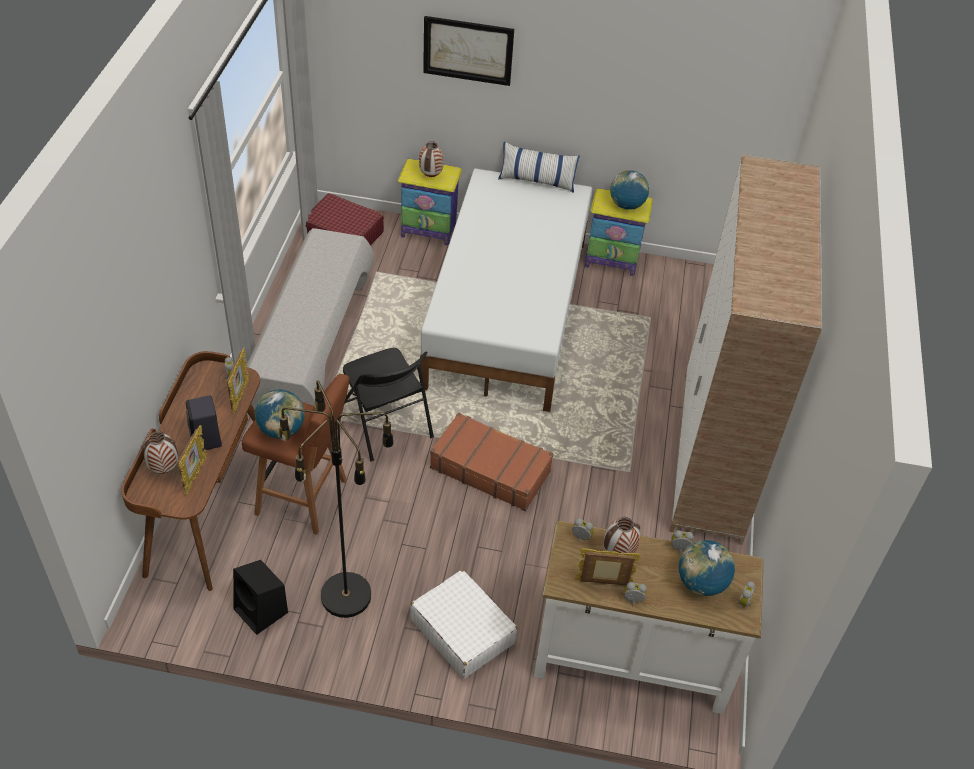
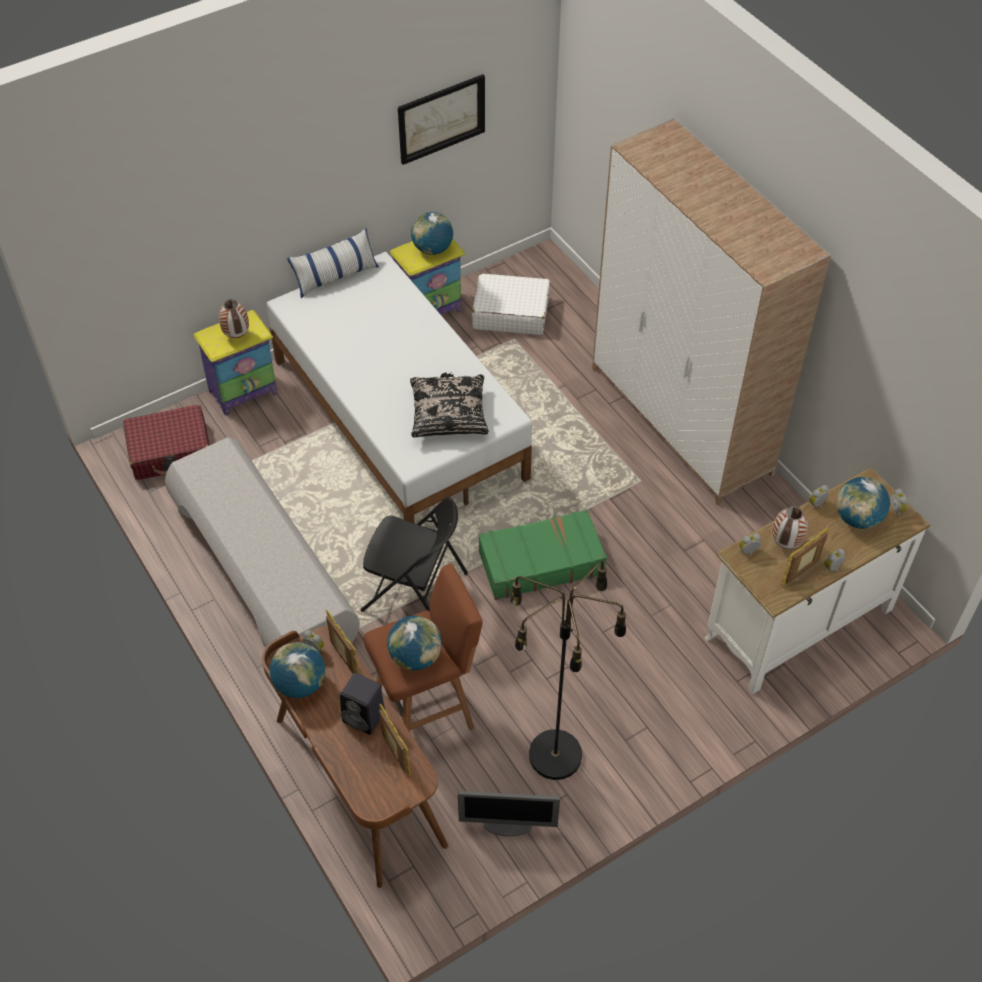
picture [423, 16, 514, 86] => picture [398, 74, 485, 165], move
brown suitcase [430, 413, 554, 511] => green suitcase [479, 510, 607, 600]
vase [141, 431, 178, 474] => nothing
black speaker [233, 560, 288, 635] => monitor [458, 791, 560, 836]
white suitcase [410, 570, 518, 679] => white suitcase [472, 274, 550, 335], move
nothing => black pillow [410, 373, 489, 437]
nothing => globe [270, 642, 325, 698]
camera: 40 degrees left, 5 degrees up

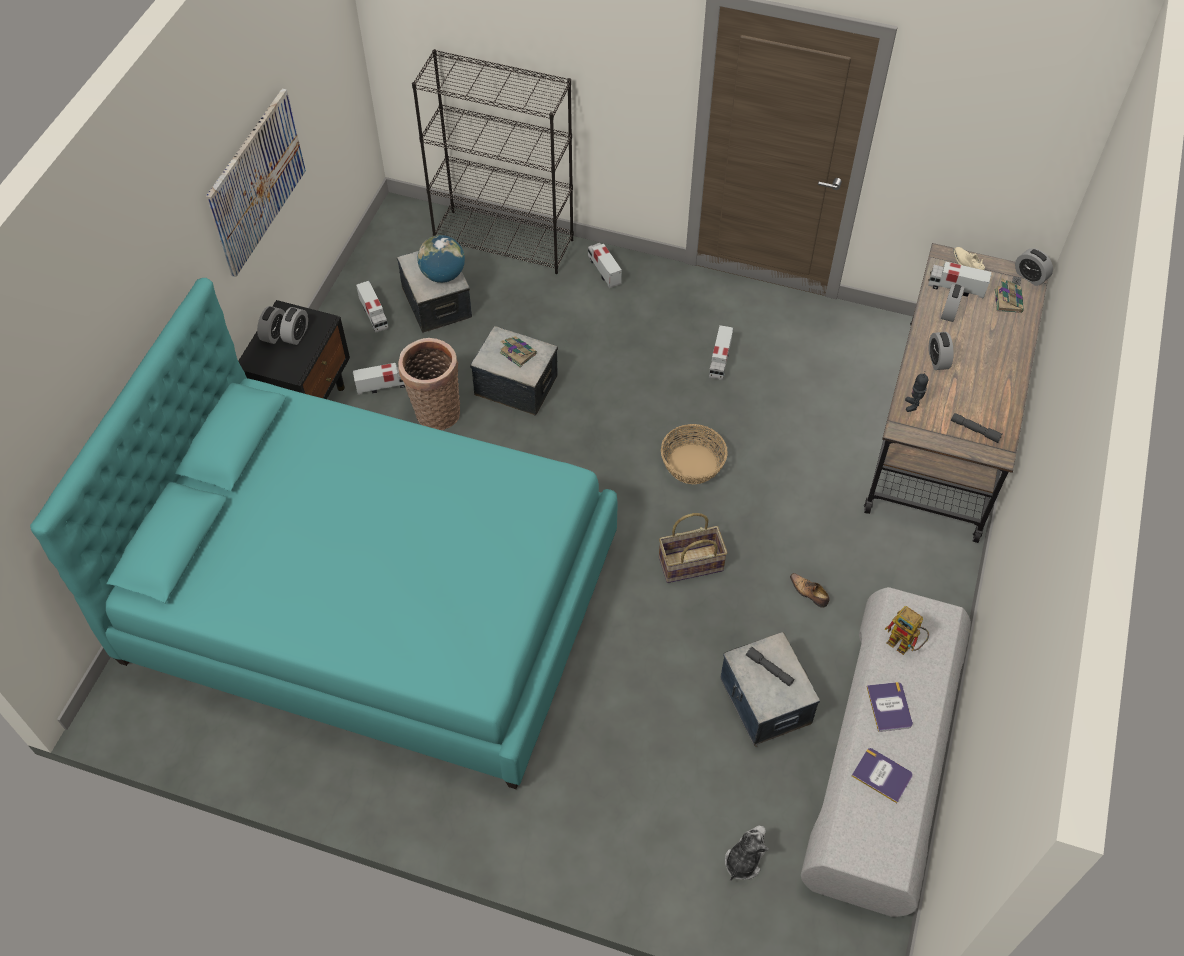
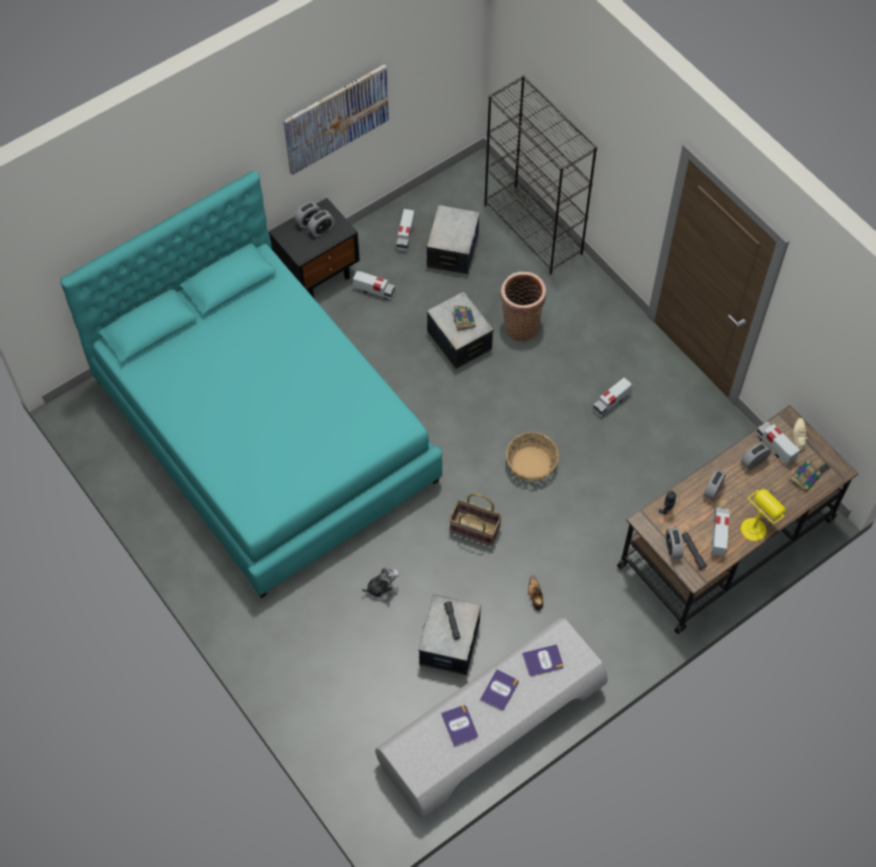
globe [417, 235, 465, 283] => nothing
toy truck [588, 243, 622, 288] => toy truck [711, 507, 730, 557], move
alarm clock [1015, 248, 1053, 286] => alarm clock [666, 527, 684, 559], move
basket [398, 338, 460, 430] => basket [501, 272, 546, 342], move
toy robot [885, 606, 929, 655] => book [522, 644, 564, 676]
plush toy [725, 825, 769, 881] => plush toy [362, 568, 399, 600], move
nothing => yellow table lamp [741, 489, 786, 541]
camera: 35 degrees right, 5 degrees up

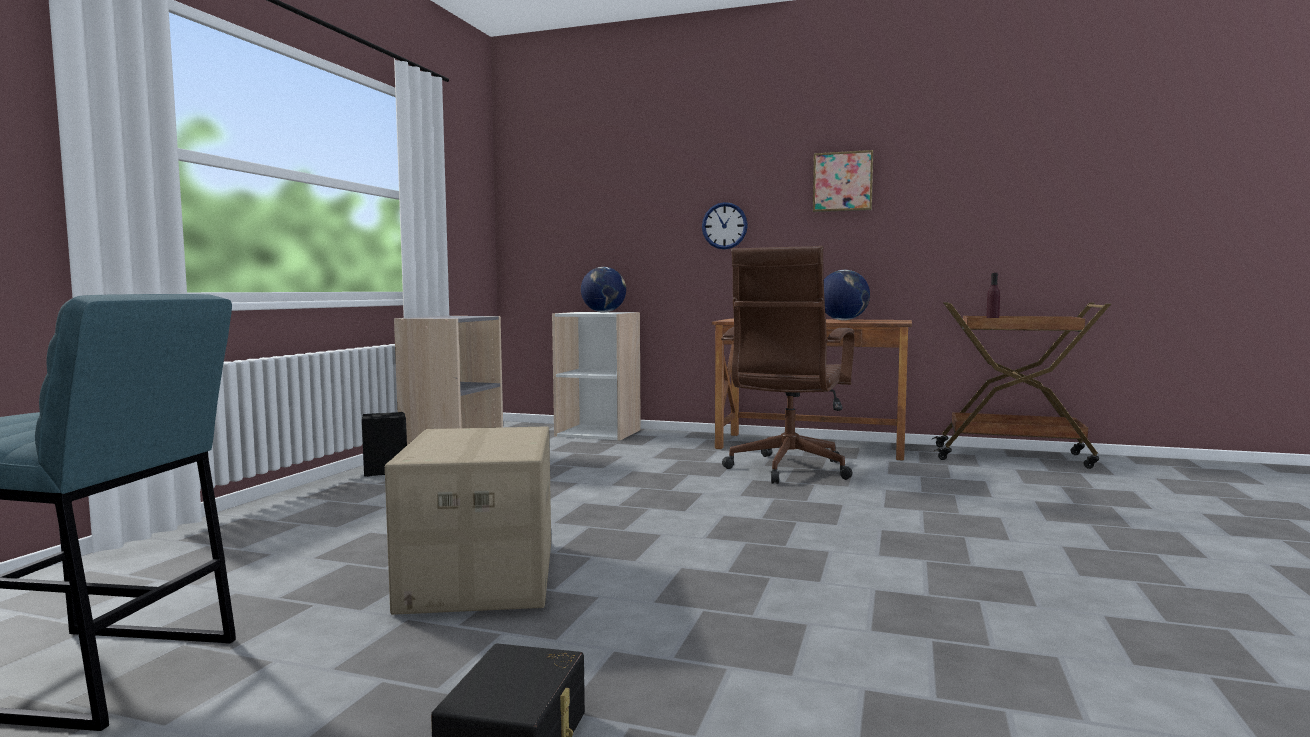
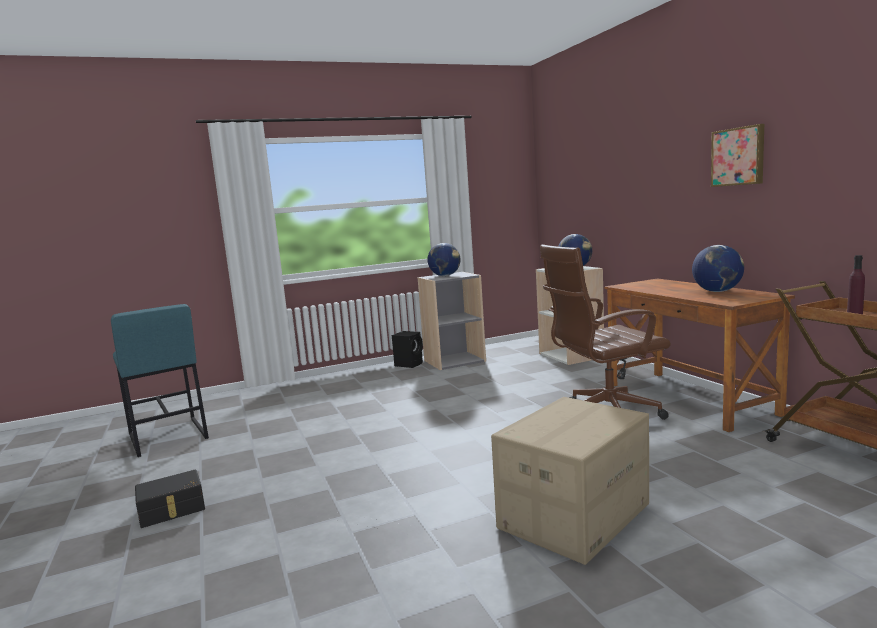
wall clock [702, 202, 748, 249] => nothing
cardboard box [385, 426, 551, 615] => cardboard box [491, 397, 649, 565], move
nothing => globe [427, 243, 460, 276]
camera: 50 degrees right, 5 degrees up

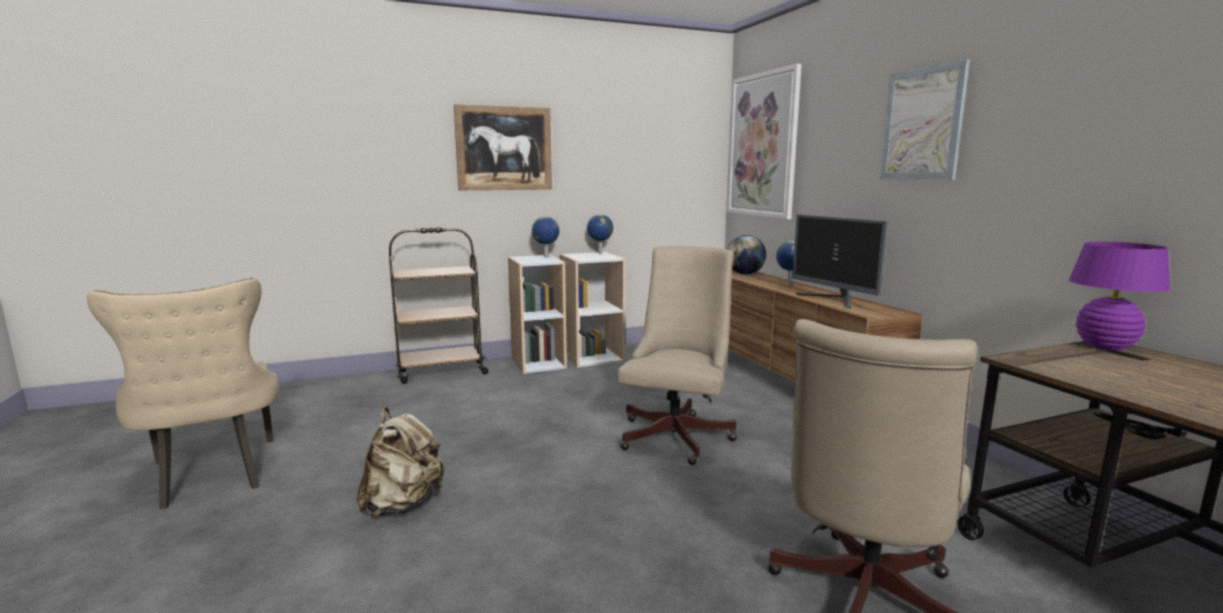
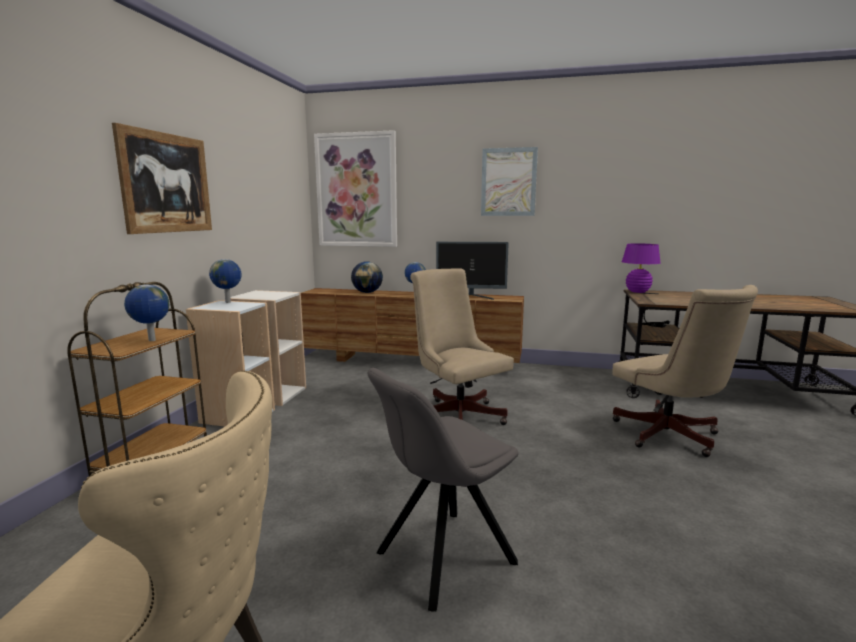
globe [587, 214, 613, 253] => globe [124, 284, 169, 341], move
beige backpack [356, 407, 445, 517] => grey chair [368, 368, 519, 612]
camera: 55 degrees left, 0 degrees up

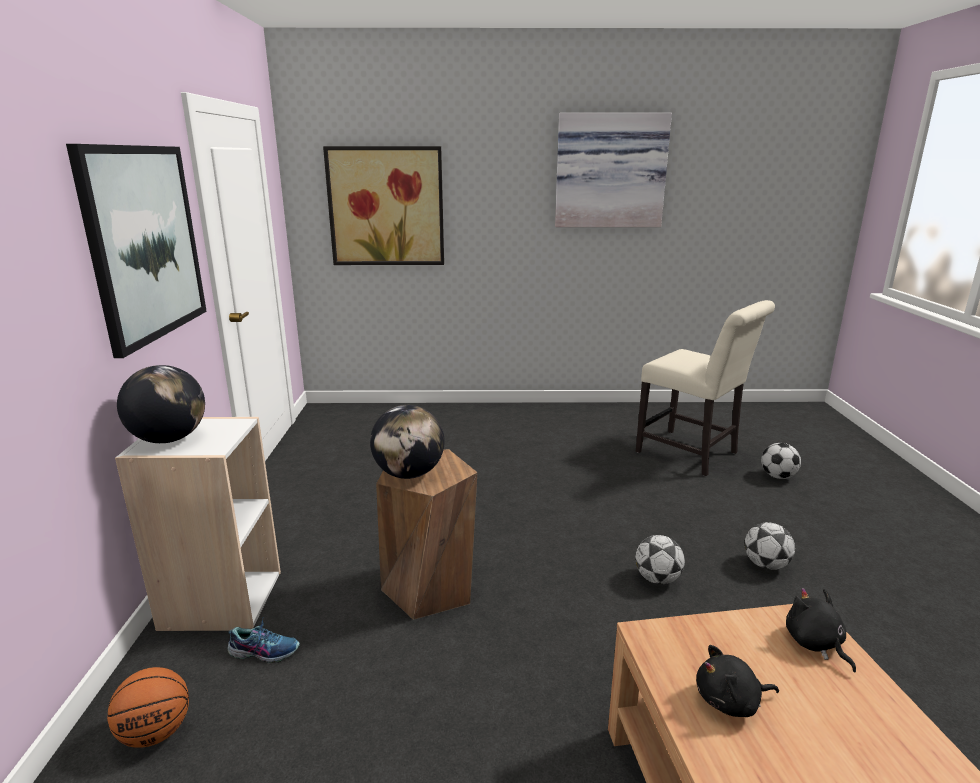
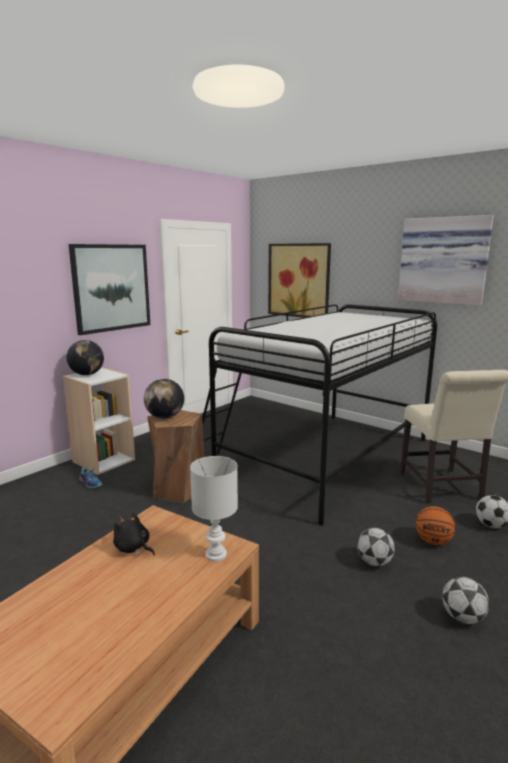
football [635, 535, 685, 584] => football [442, 577, 489, 624], move
black plush toy [786, 588, 856, 672] => white table lamp [190, 456, 238, 562]
basketball [107, 667, 189, 748] => basketball [415, 506, 455, 545], move
nothing => black bed [202, 304, 437, 526]
camera: 40 degrees right, 5 degrees down

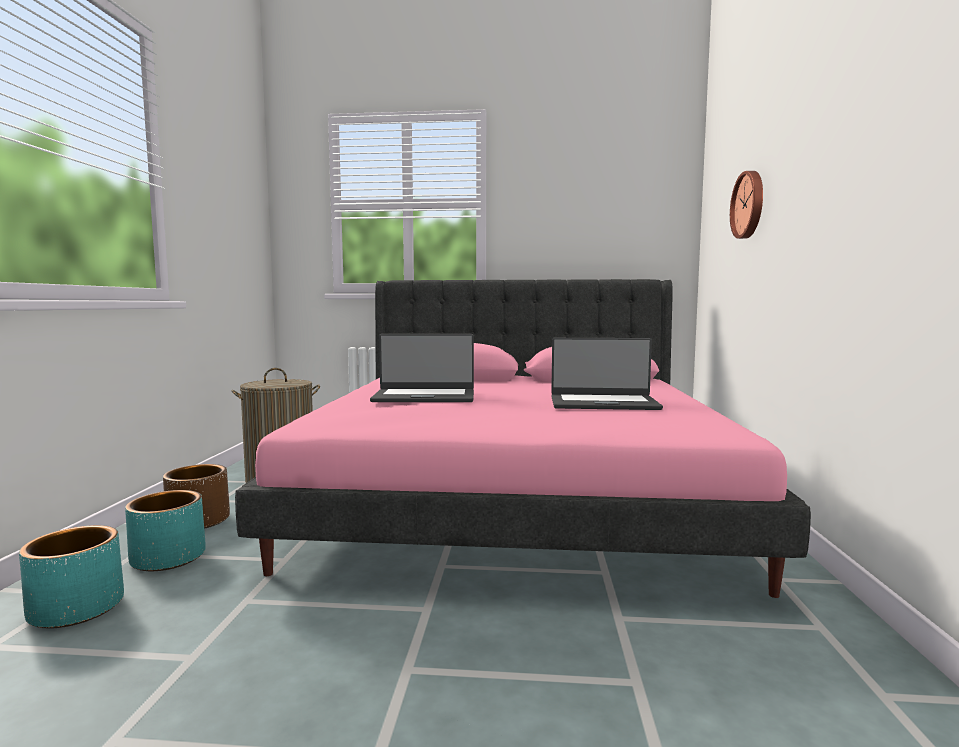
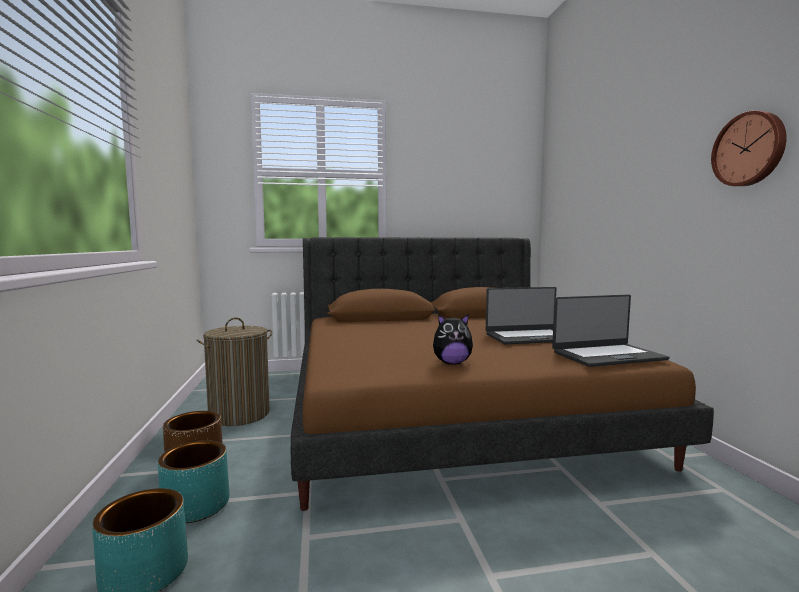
wall clock [730, 171, 763, 239] => wall clock [711, 111, 787, 186], move
pink bed [235, 279, 811, 598] => brown bed [291, 237, 714, 511]
laptop [370, 334, 474, 402] => laptop [552, 294, 669, 367], move
nothing => plush toy [433, 314, 473, 365]
camera: 15 degrees left, 0 degrees up

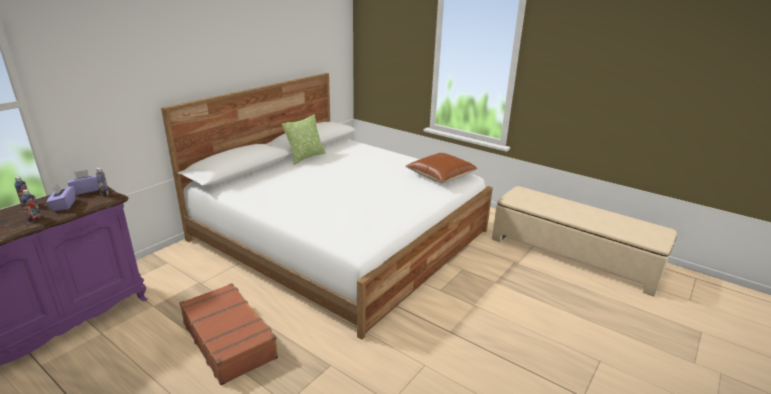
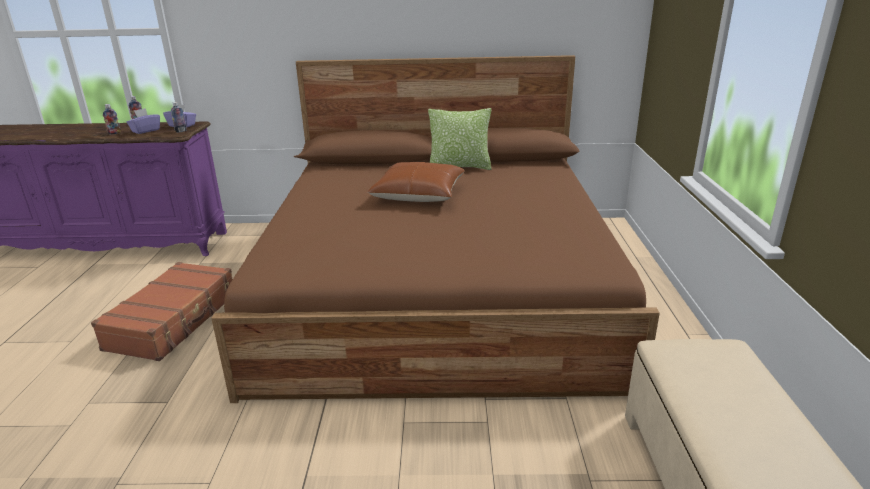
white bed [161, 73, 493, 340] => brown bed [211, 55, 660, 403]
brown pillow [405, 153, 477, 183] => brown pillow [368, 162, 465, 202], move
camera: 55 degrees right, 0 degrees up

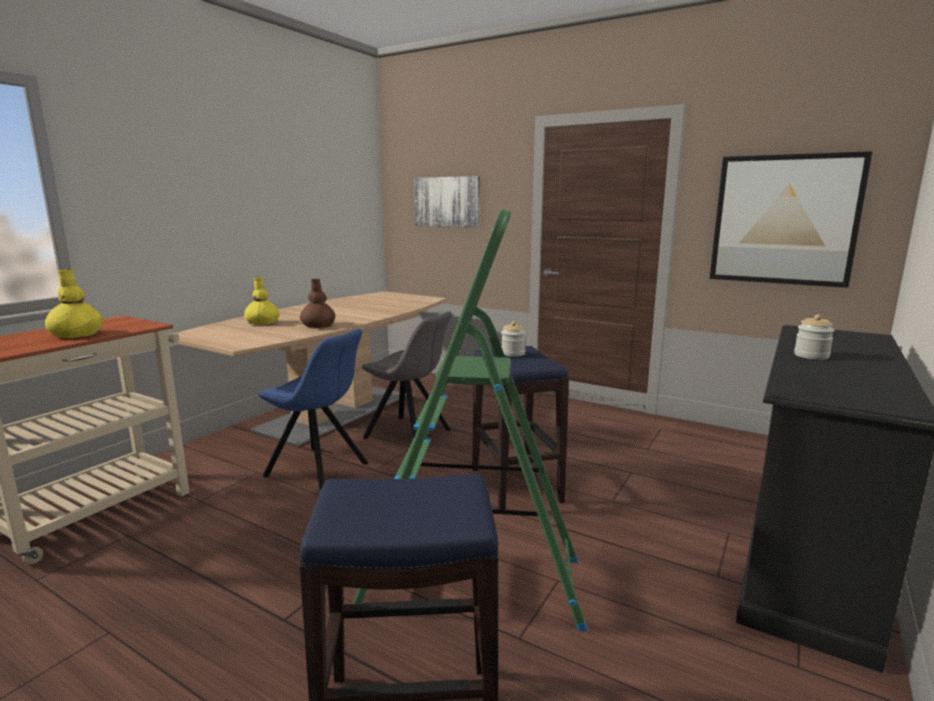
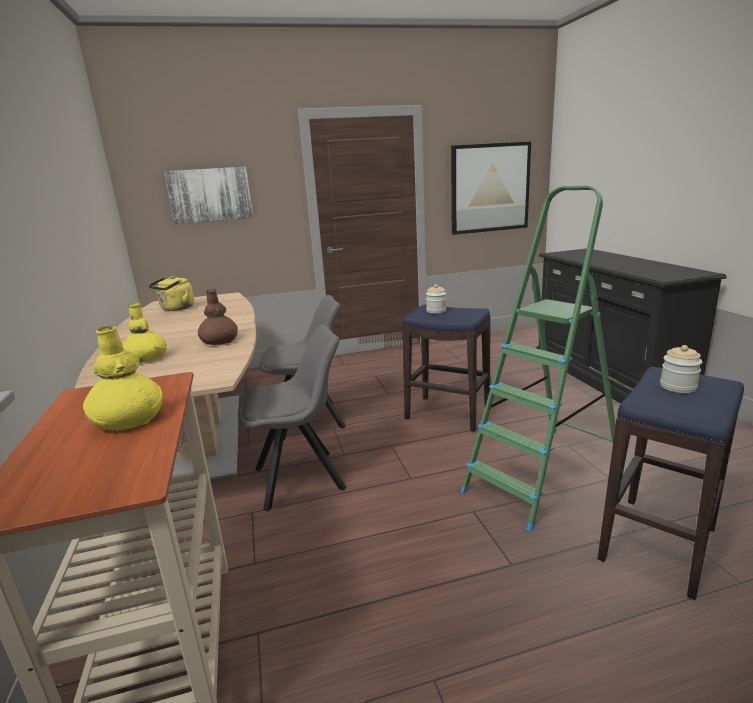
jar [794, 314, 835, 360] => jar [660, 345, 702, 393], move
blue chair [258, 329, 368, 491] => grey chair [238, 324, 346, 511]
nothing => yellow kettle [148, 276, 194, 311]
camera: 45 degrees left, 5 degrees up

